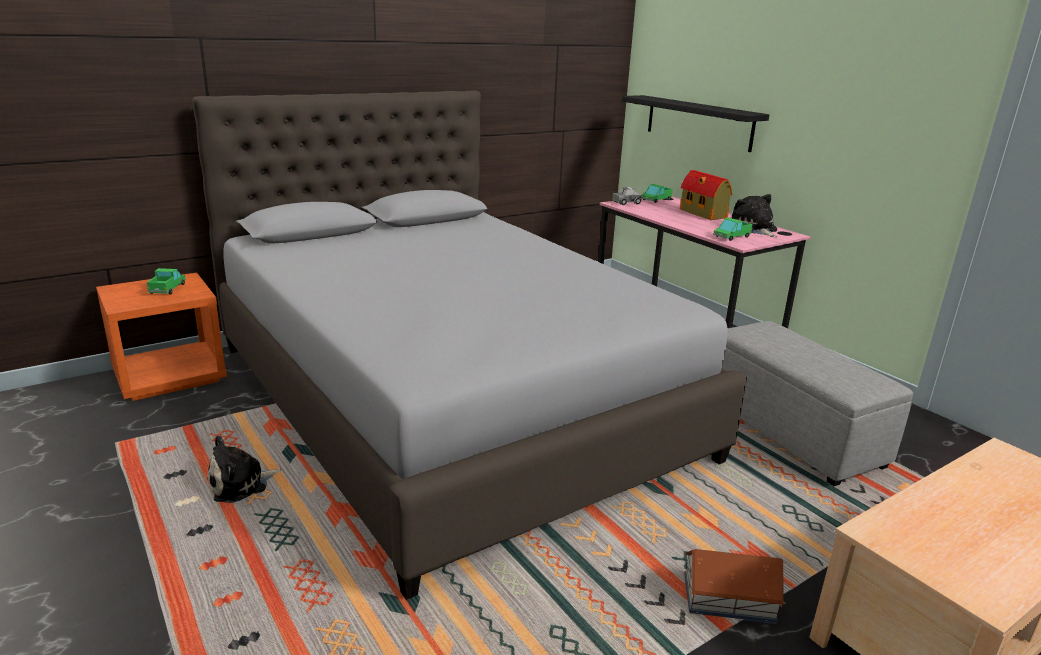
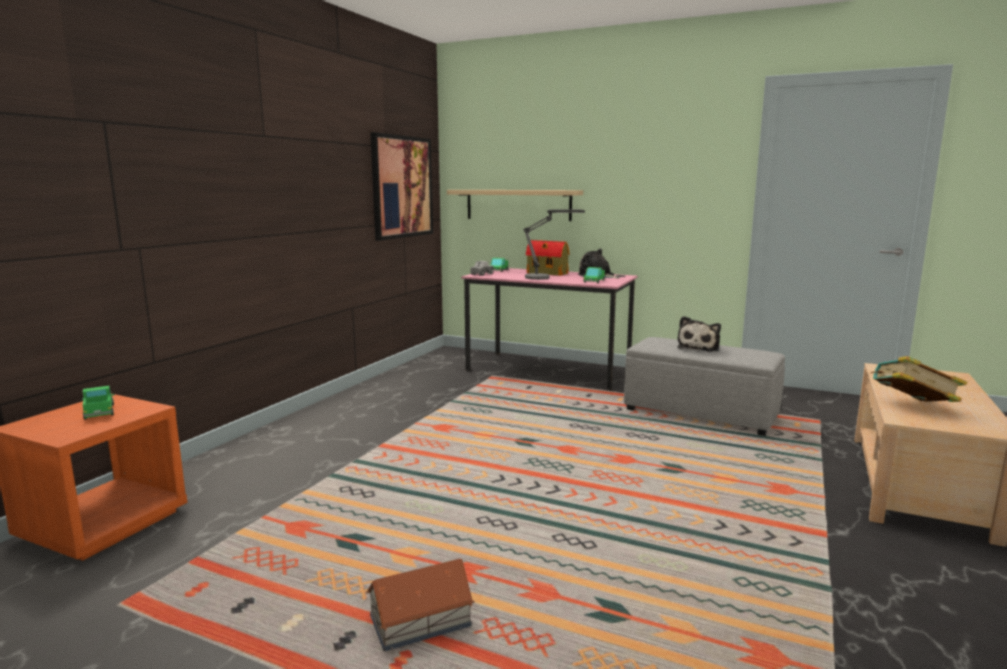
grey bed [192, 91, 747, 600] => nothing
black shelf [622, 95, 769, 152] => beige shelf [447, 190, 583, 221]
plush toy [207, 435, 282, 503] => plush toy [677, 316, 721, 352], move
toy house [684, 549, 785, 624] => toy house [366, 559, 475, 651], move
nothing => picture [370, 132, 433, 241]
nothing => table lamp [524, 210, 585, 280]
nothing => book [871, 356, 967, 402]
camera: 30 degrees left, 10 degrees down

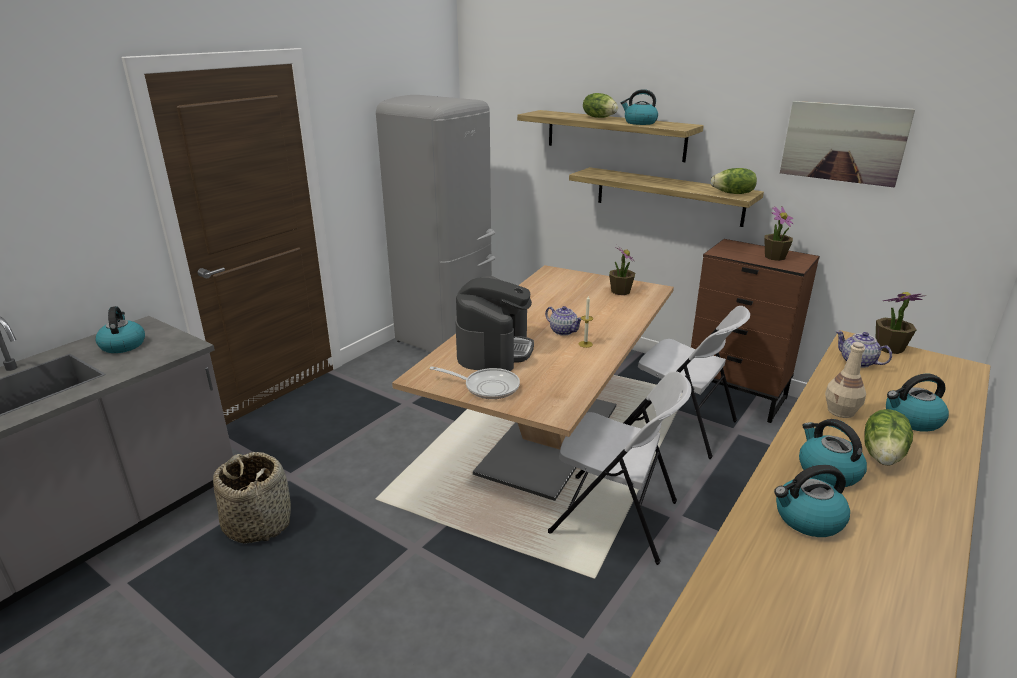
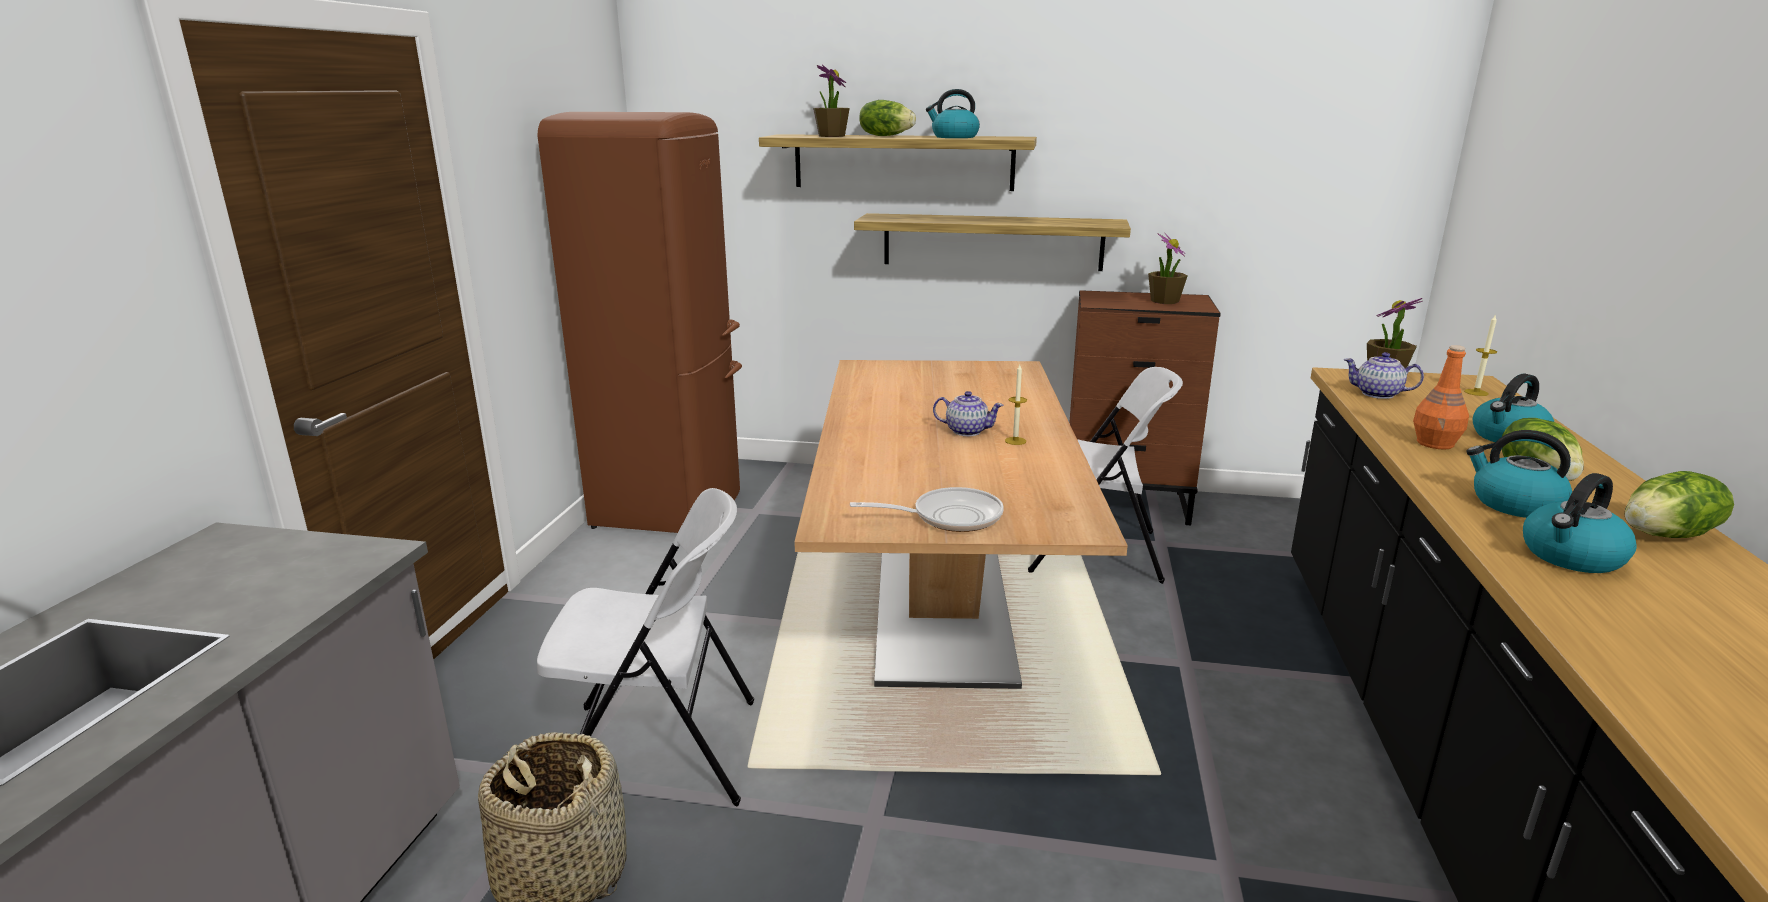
grey fridge [376, 95, 495, 352] => brown fridge [538, 112, 742, 533]
picture [780, 101, 915, 187] => nothing
lettuce [711, 168, 757, 194] => lettuce [1625, 471, 1734, 538], move
potted plant [609, 245, 635, 295] => potted plant [813, 65, 850, 137], move
coffee machine [455, 276, 534, 371] => nothing
kettle [96, 306, 145, 353] => nothing
beige bottle [825, 342, 866, 418] => orange bottle [1413, 345, 1469, 449]
white chair [548, 371, 691, 565] => white chair [537, 488, 754, 806], move
nothing => candle [1464, 314, 1497, 396]
camera: 25 degrees left, 5 degrees down

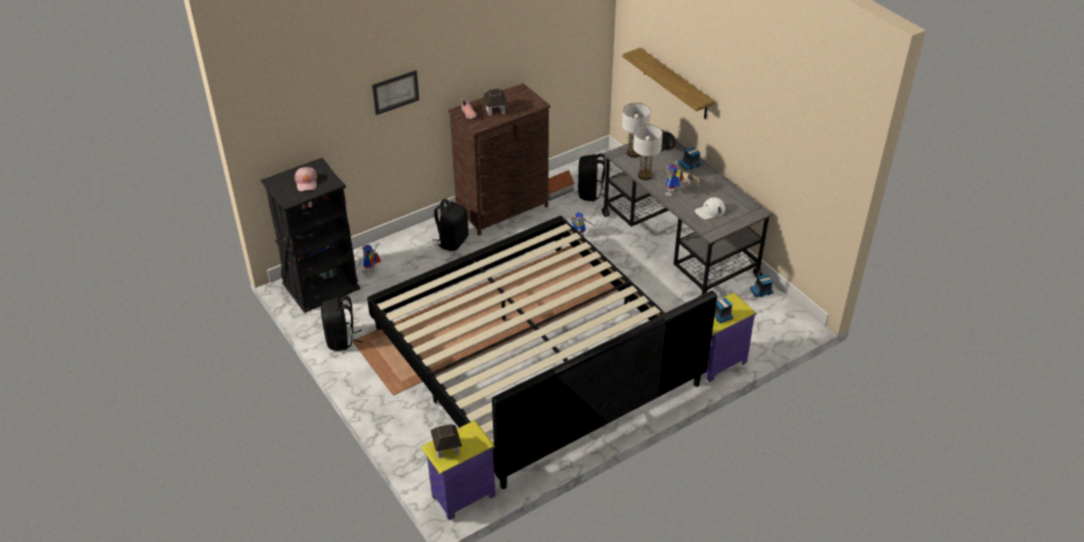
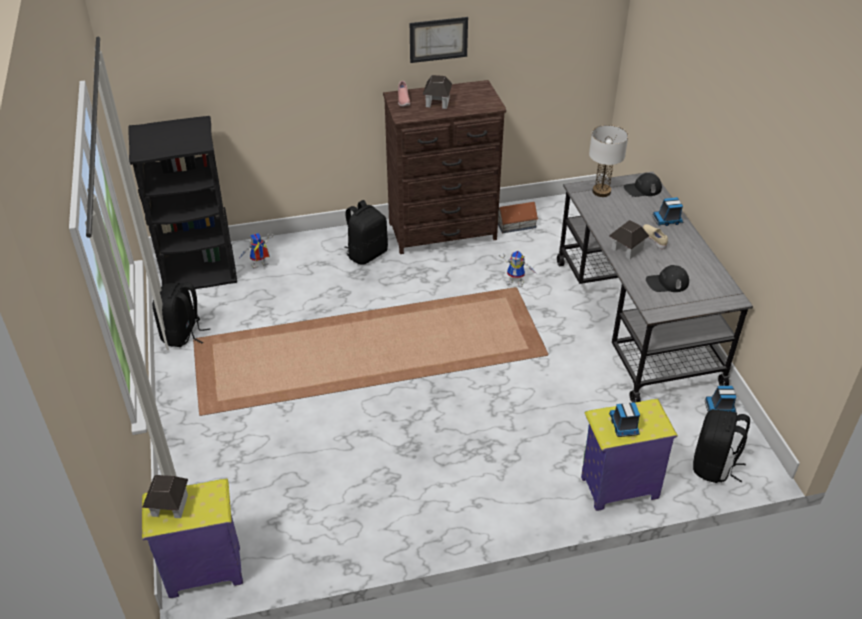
shelf [622, 48, 715, 119] => nothing
picture [372, 70, 419, 115] => picture [410, 17, 468, 63], move
table lamp [633, 124, 663, 180] => nothing
black backpack [578, 153, 609, 201] => black backpack [693, 409, 750, 483], move
toy robot [665, 161, 683, 197] => toy house [609, 220, 649, 259]
pink cap [294, 167, 317, 191] => nothing
white cap [695, 197, 725, 219] => black cap [646, 265, 689, 292]
bed [367, 216, 717, 489] => nothing
camera: 20 degrees right, 0 degrees up

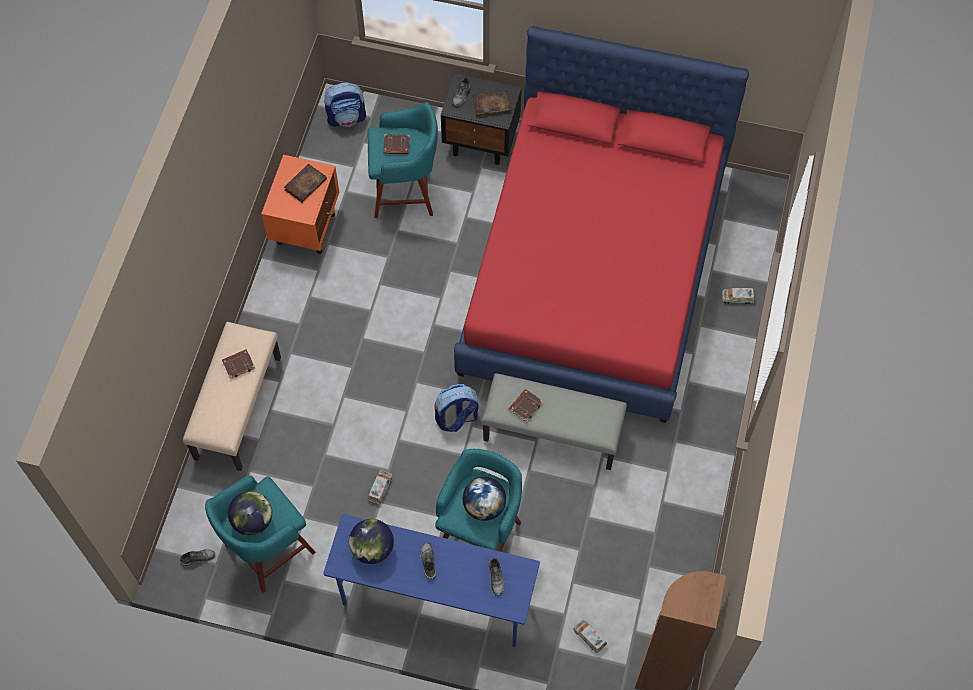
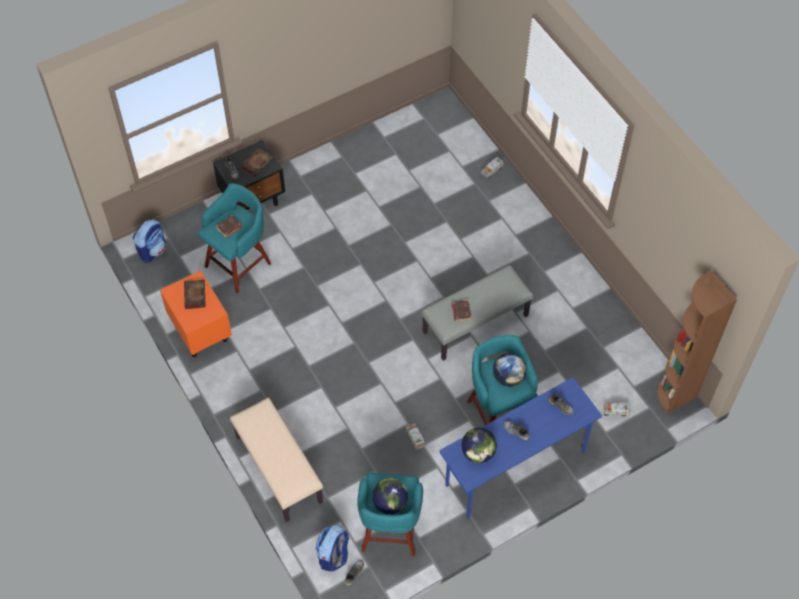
red bed [454, 26, 749, 423] => nothing
brown book [222, 349, 255, 379] => nothing
backpack [434, 384, 479, 432] => backpack [316, 525, 349, 571], move
camera: 45 degrees left, 5 degrees down

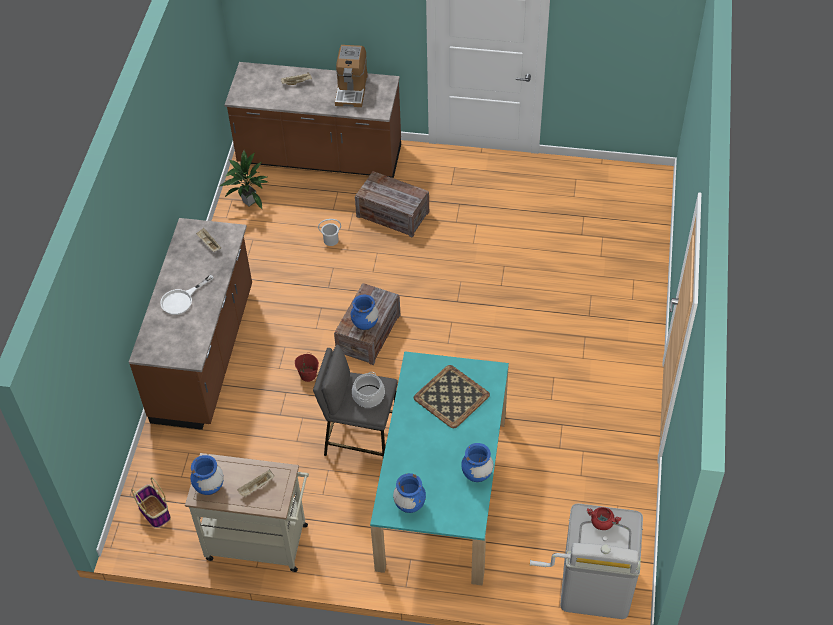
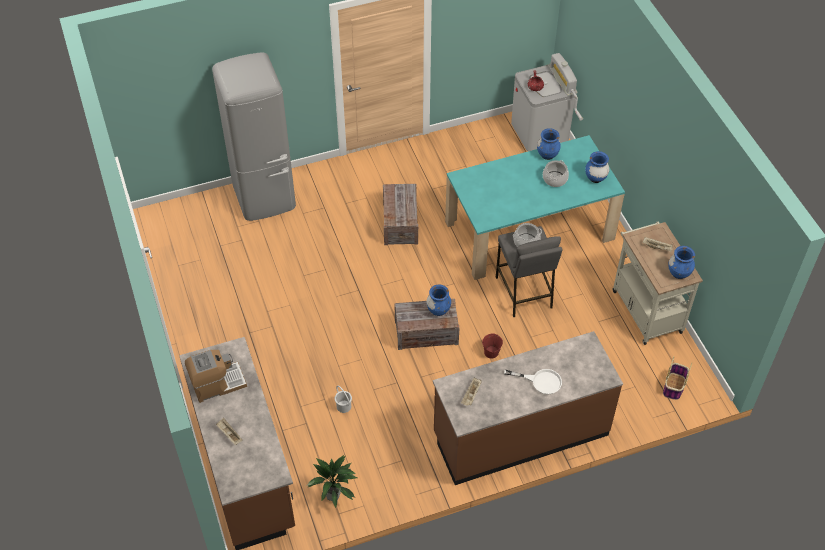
crate [355, 171, 429, 238] => crate [383, 184, 418, 245], move
tray [414, 365, 490, 428] => nothing
nothing => grey fridge [212, 52, 296, 221]
nothing => cooking pot [543, 160, 569, 187]
camera: 120 degrees left, 0 degrees up

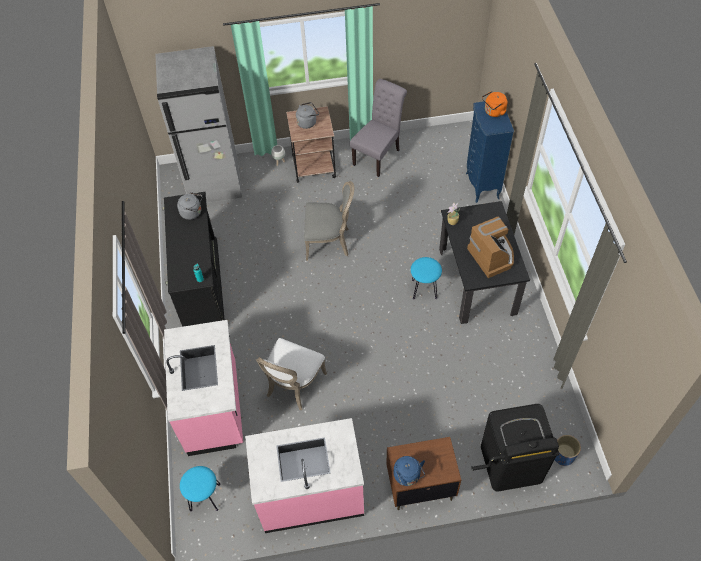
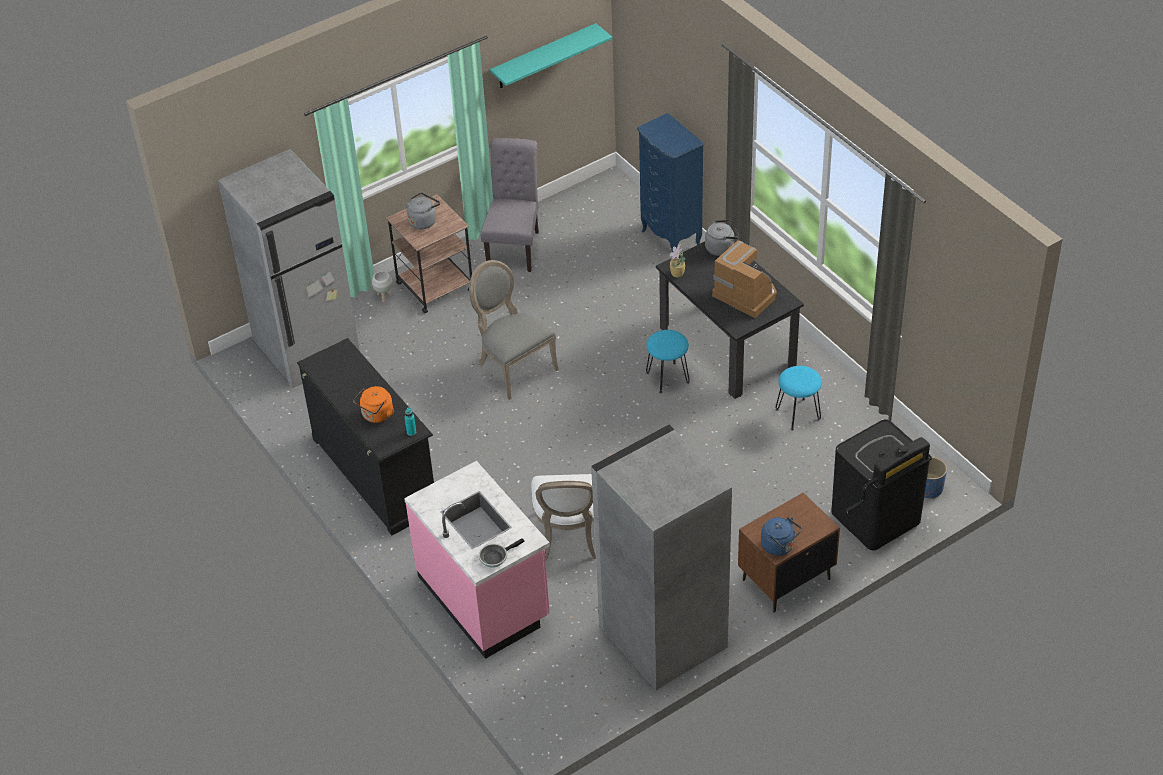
orange kettle [482, 91, 507, 117] => orange kettle [353, 386, 394, 423], move
grey chair [304, 181, 354, 260] => grey chair [469, 260, 559, 400], 105 degrees counterclockwise
grey kettle [177, 192, 202, 220] => grey kettle [705, 220, 739, 256], move
pink counter [245, 418, 364, 533] => grey fridge [591, 425, 732, 690]
turquoise stool [180, 466, 221, 512] => turquoise stool [775, 366, 822, 431], move
nothing => turquoise shelf [490, 23, 612, 88]
nothing => frying pan [478, 538, 525, 567]
camera: 25 degrees left, 10 degrees down

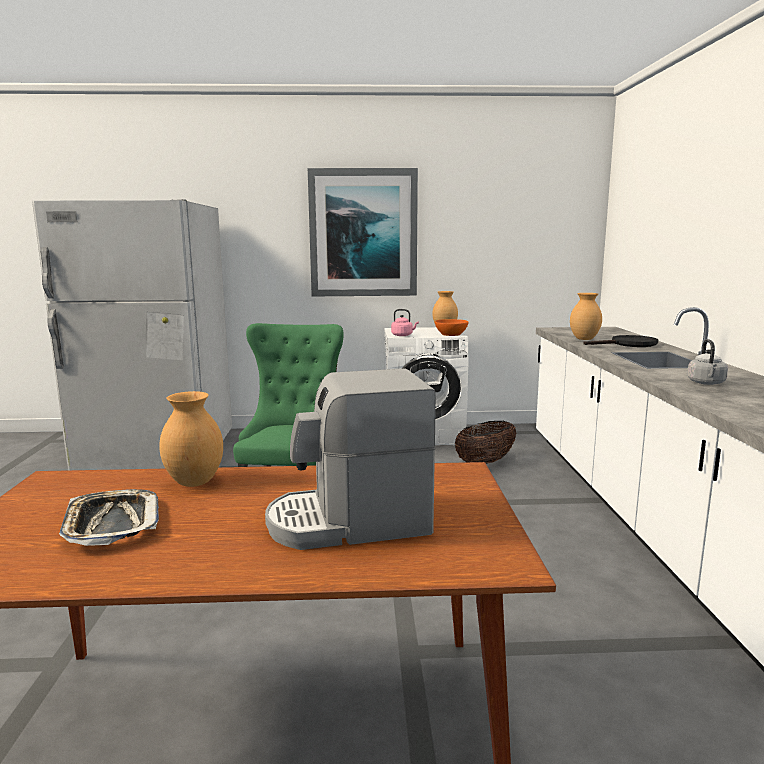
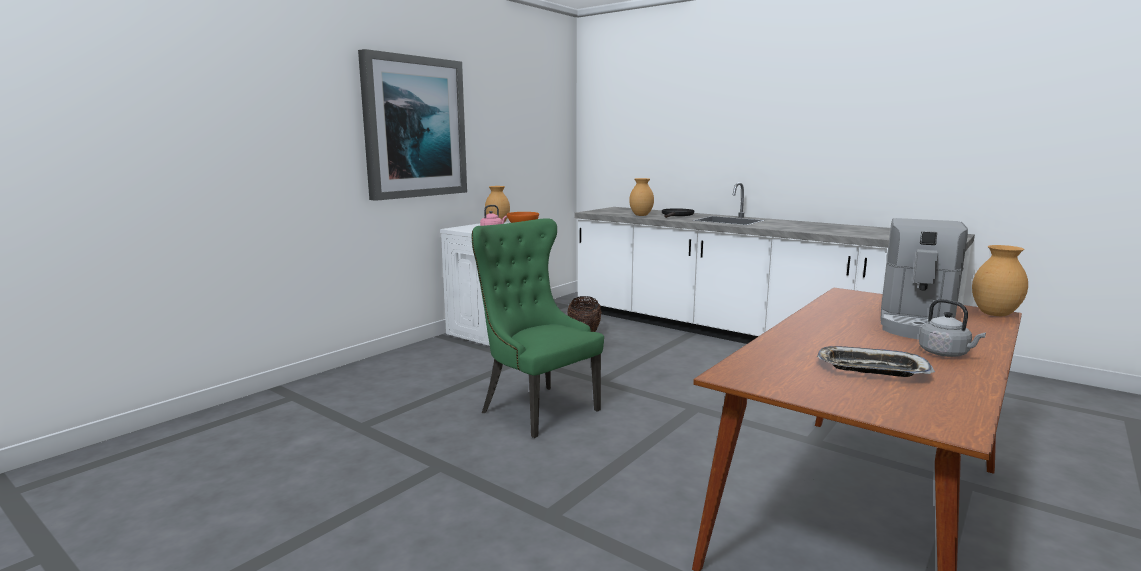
white fridge [32, 199, 232, 470] => nothing
grey kettle [687, 339, 728, 385] => grey kettle [919, 299, 986, 357], move
brown vase [159, 391, 223, 487] => brown vase [972, 245, 1028, 316], move
camera: 50 degrees left, 0 degrees up

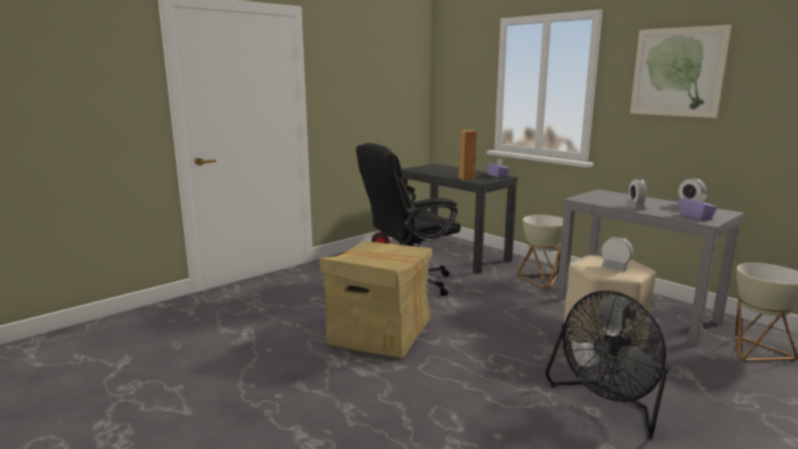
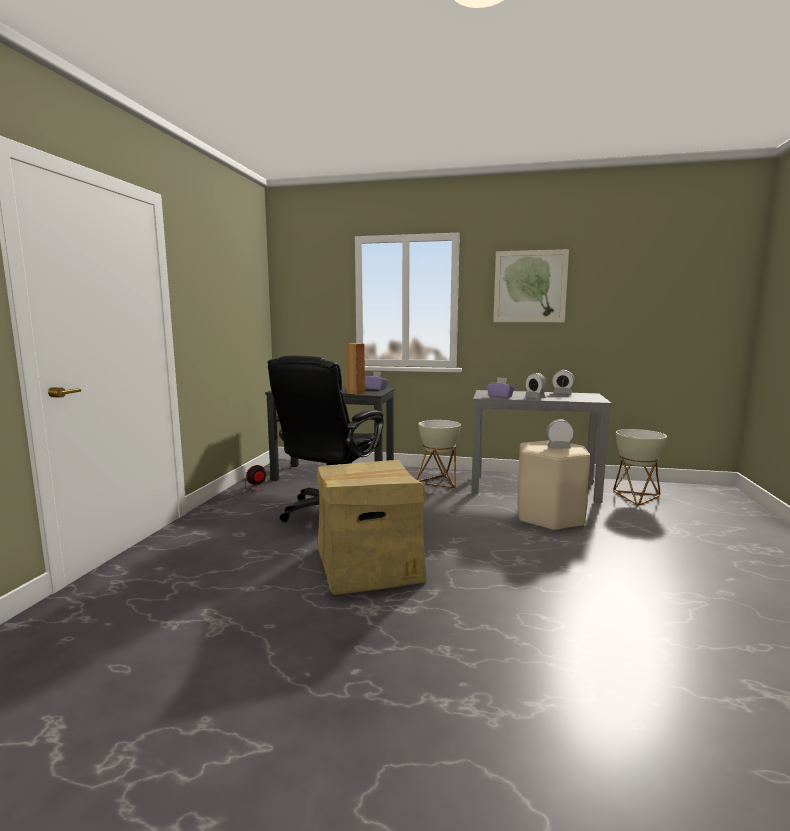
purple tissue box [678, 192, 718, 220] => purple tissue box [487, 377, 515, 398], move
black fan [546, 291, 671, 440] => nothing
camera: 35 degrees left, 5 degrees down

